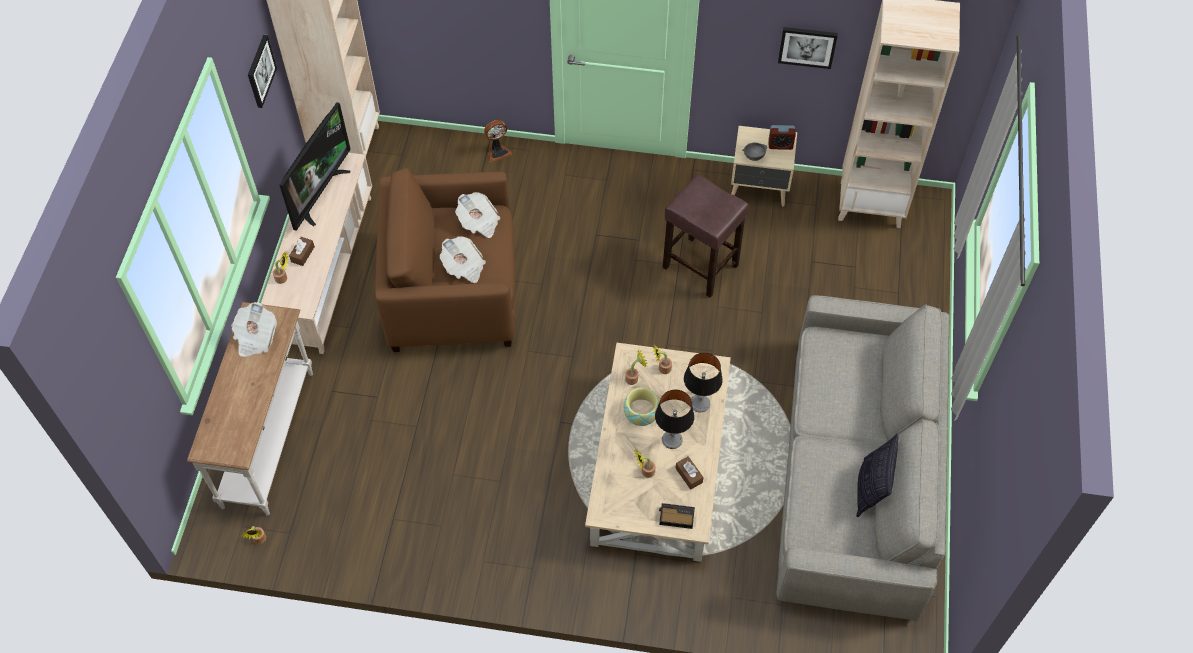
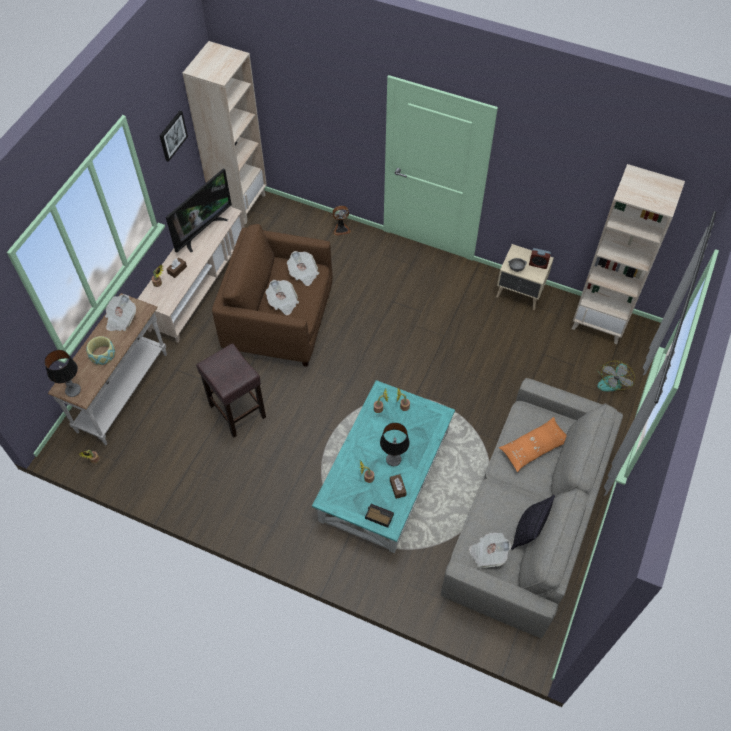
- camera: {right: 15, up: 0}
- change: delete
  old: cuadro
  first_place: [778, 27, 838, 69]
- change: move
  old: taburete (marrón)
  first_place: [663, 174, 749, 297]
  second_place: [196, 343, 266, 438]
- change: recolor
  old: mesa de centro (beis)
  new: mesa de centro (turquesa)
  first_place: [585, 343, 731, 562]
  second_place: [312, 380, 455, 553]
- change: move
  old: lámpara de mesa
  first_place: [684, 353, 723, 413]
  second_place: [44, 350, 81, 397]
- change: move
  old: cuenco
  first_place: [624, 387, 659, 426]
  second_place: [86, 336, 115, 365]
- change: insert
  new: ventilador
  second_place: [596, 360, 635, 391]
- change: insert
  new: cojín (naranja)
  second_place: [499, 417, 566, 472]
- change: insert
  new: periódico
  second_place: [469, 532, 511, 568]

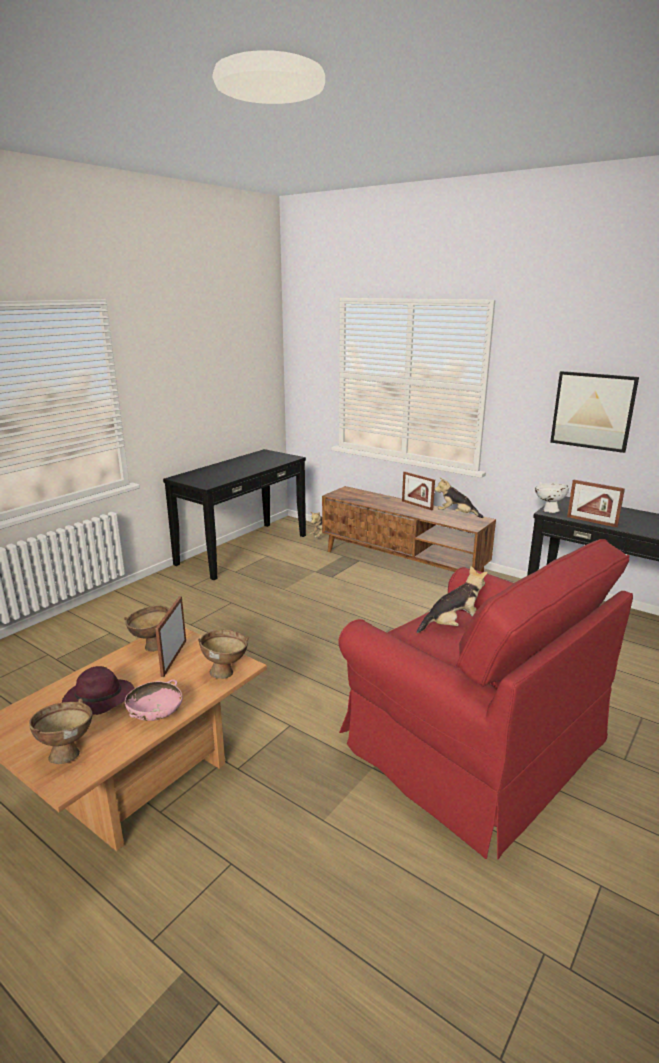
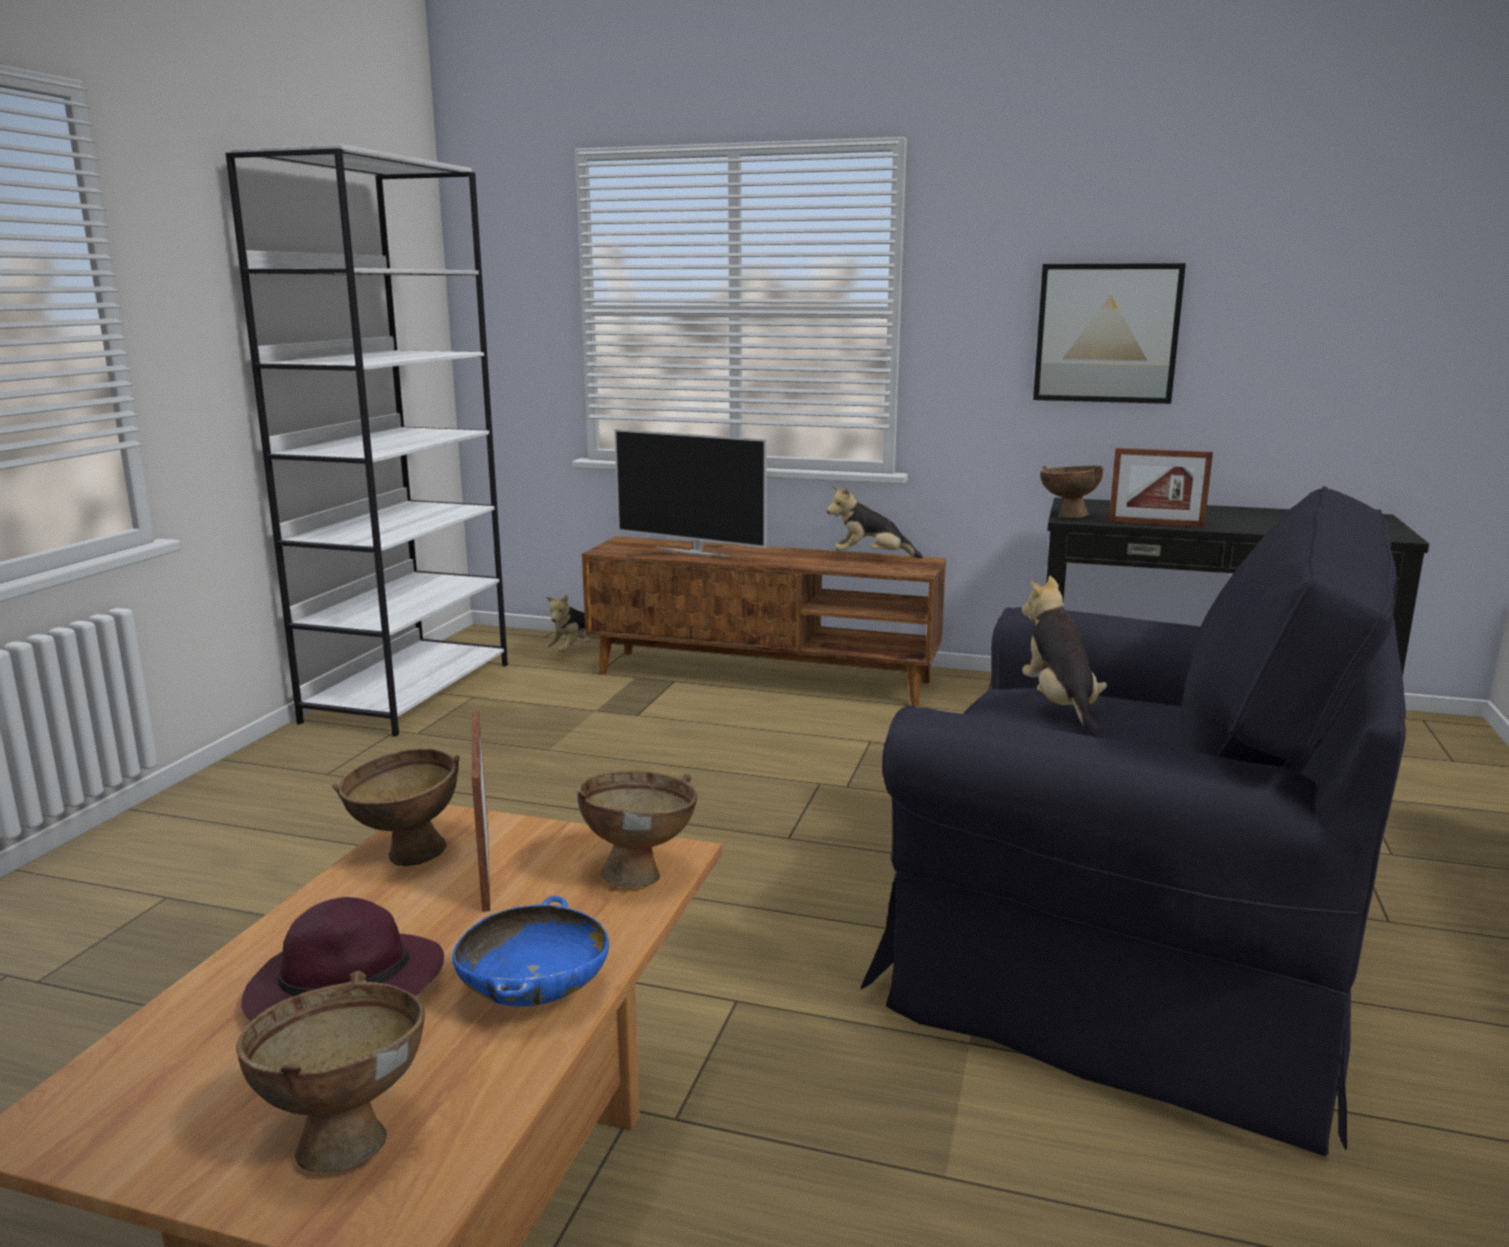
- camera: {right: -20, up: -5}
- change: replace
  old: mesa consola (negro)
  new: estantería (blanco)
  first_place: [163, 449, 306, 580]
  second_place: [225, 145, 508, 737]
- change: delete
  old: portarretratos
  first_place: [402, 471, 435, 510]
- change: recolor
  old: cuenco (blanco)
  new: cuenco (marrón)
  first_place: [535, 482, 569, 513]
  second_place: [1040, 465, 1103, 518]
- change: recolor
  old: sillón (rojo)
  new: sillón (negro)
  first_place: [338, 539, 633, 860]
  second_place: [861, 486, 1406, 1156]
- change: rotate
  old: peluche
  first_place: [417, 566, 488, 633]
  second_place: [1022, 576, 1107, 738]
  degrees: -60
- change: recolor
  old: cuenco (rosa)
  new: cuenco (azul)
  first_place: [125, 679, 183, 721]
  second_place: [452, 896, 609, 1006]
- change: insert
  new: televisor
  second_place: [614, 429, 767, 557]

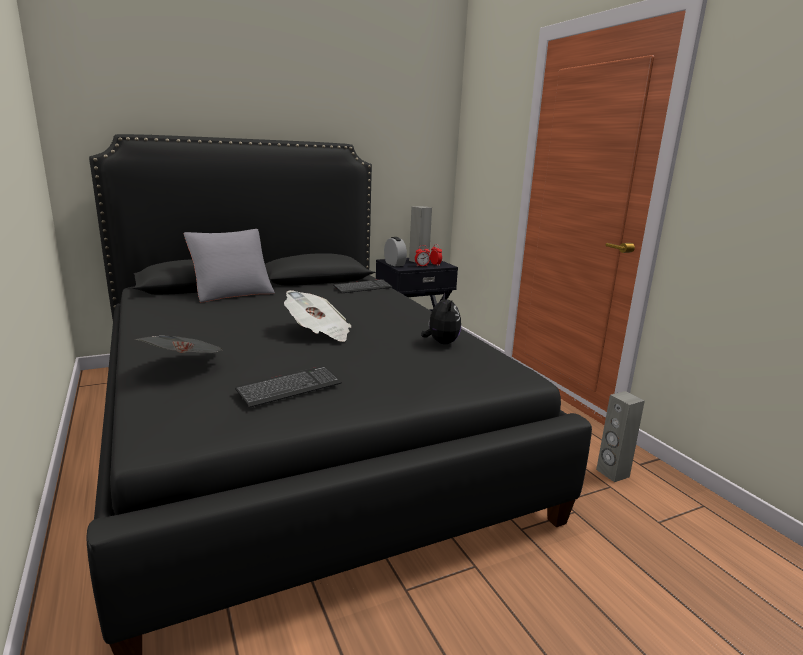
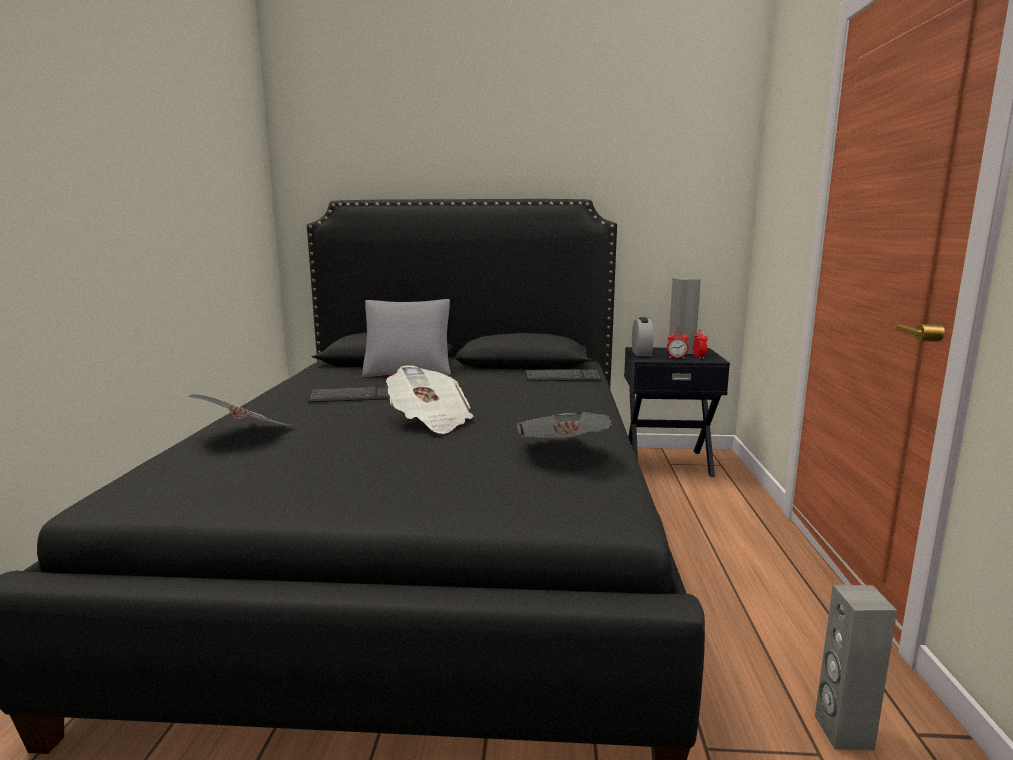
- camera: {right: 30, up: -5}
- change: replace
  old: peluche
  new: periódico
  first_place: [421, 293, 461, 344]
  second_place: [515, 412, 613, 438]
- change: move
  old: teclado
  first_place: [235, 366, 342, 408]
  second_place: [308, 386, 390, 402]

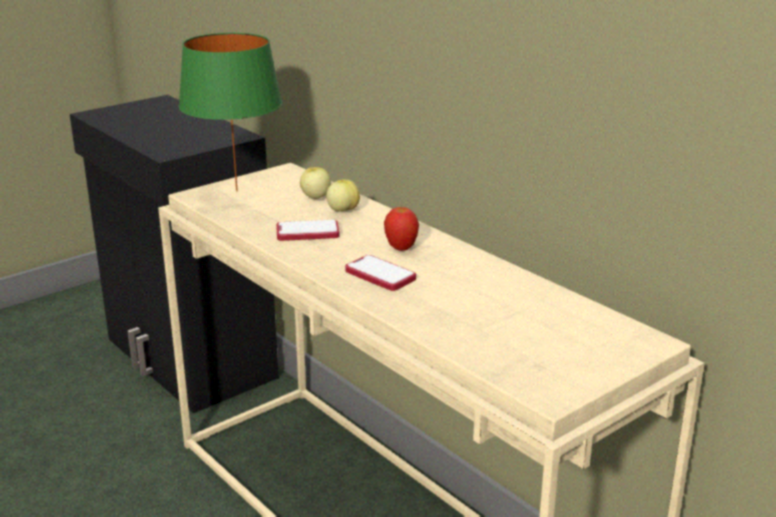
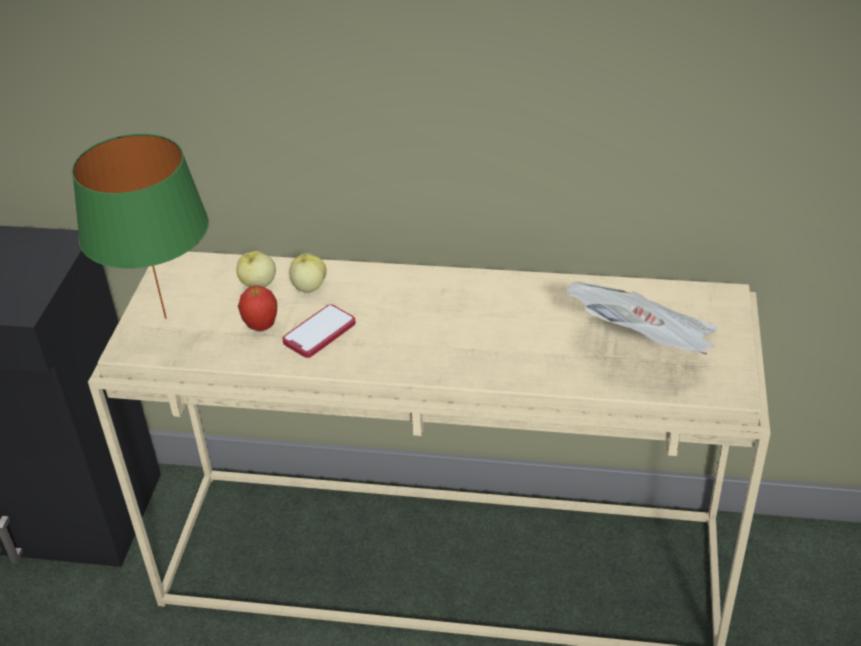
- camera: {right: -40, up: 15}
- change: move
  old: manzana
  first_place: [384, 207, 419, 251]
  second_place: [238, 286, 277, 331]
- change: delete
  old: móvil
  first_place: [345, 255, 416, 291]
- change: insert
  new: periódico
  second_place: [567, 281, 717, 355]

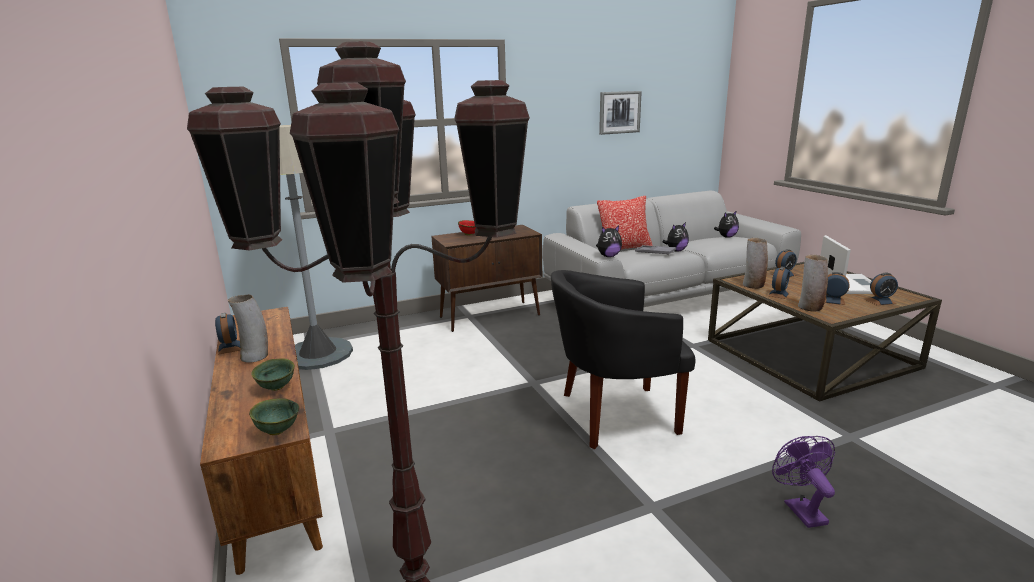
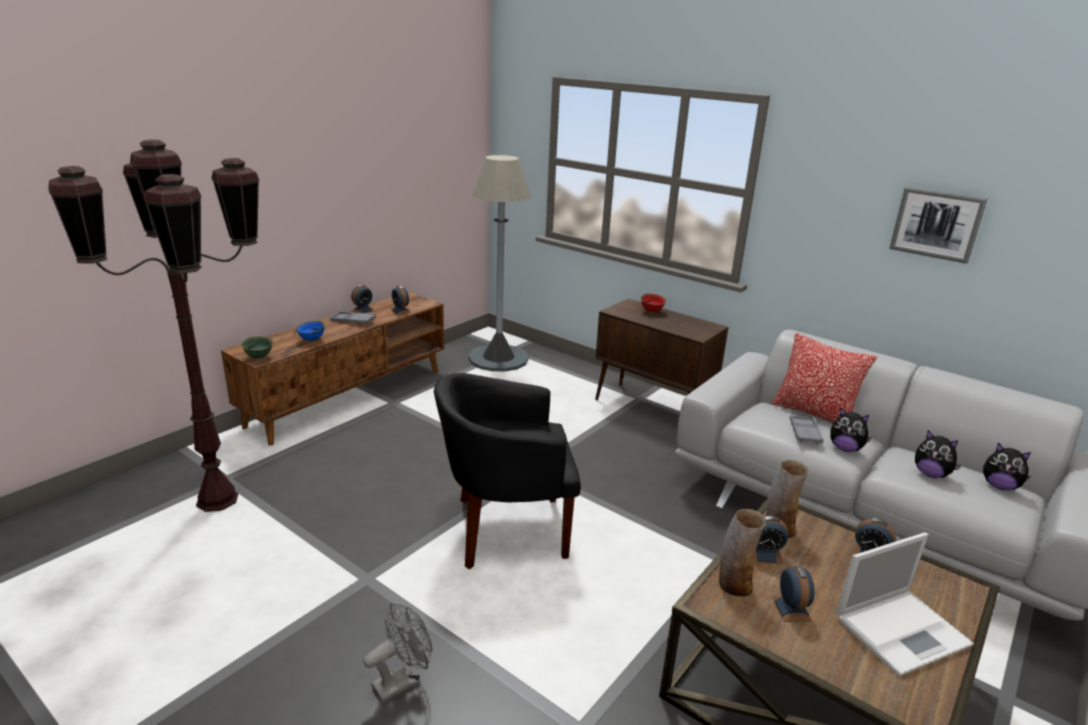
- camera: {right: 60, up: 5}
- change: move
  old: peluche
  first_place: [596, 226, 622, 257]
  second_place: [915, 430, 962, 478]
- change: rotate
  old: sillón (negro)
  first_place: [551, 270, 696, 449]
  second_place: [434, 373, 581, 570]
  degrees: -60
- change: move
  old: despertador
  first_place: [865, 273, 898, 305]
  second_place: [391, 286, 412, 315]
- change: replace
  old: florero
  new: bandeja (gris)
  first_place: [228, 294, 268, 363]
  second_place: [329, 311, 376, 324]
- change: recolor
  old: cuenco (verde)
  new: cuenco (azul)
  first_place: [251, 358, 295, 391]
  second_place: [296, 321, 325, 342]
- change: recolor
  old: ventilador (morado)
  new: ventilador (gris)
  first_place: [772, 436, 835, 528]
  second_place: [363, 603, 432, 703]

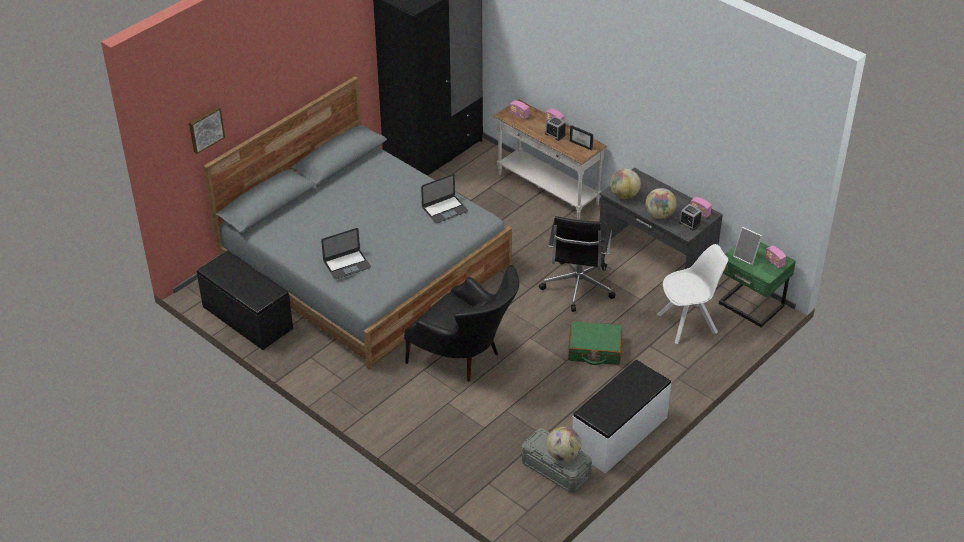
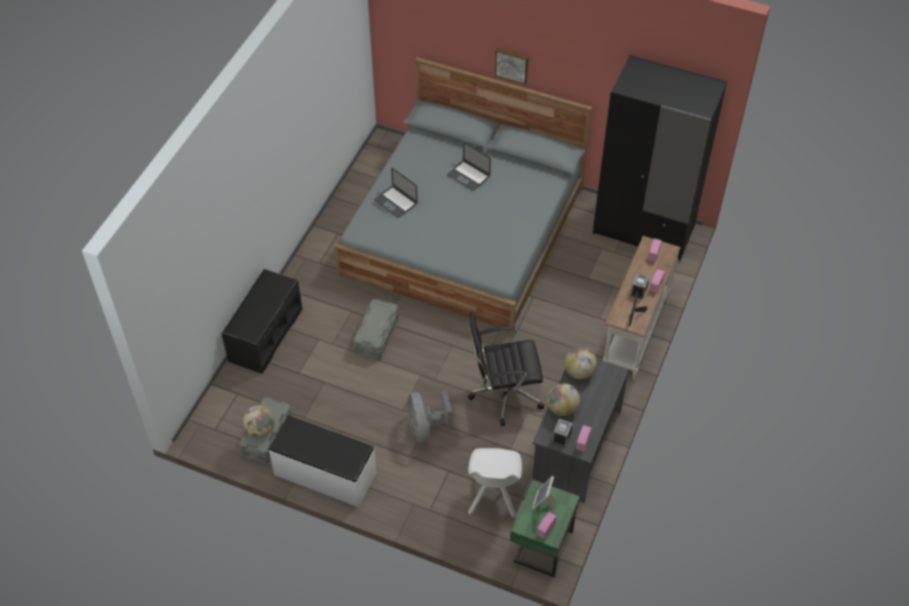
- camera: {right: 70, up: 10}
- change: move
  old: cuadro
  first_place: [189, 106, 225, 154]
  second_place: [495, 48, 528, 85]
- change: move
  old: portátil
  first_place: [421, 174, 469, 223]
  second_place: [447, 142, 491, 191]
- change: rotate
  old: silla (blanco)
  first_place: [657, 244, 728, 344]
  second_place: [468, 448, 522, 518]
  degrees: 45
- change: move
  old: banco (negro)
  first_place: [197, 250, 293, 350]
  second_place: [222, 269, 303, 374]
- change: replace
  old: sillón (negro)
  new: caja de almacenaje (gris)
  first_place: [404, 265, 519, 382]
  second_place: [353, 299, 399, 360]
- change: replace
  old: maleta (verde)
  new: ventilador (gris)
  first_place: [568, 321, 622, 365]
  second_place: [407, 391, 452, 443]

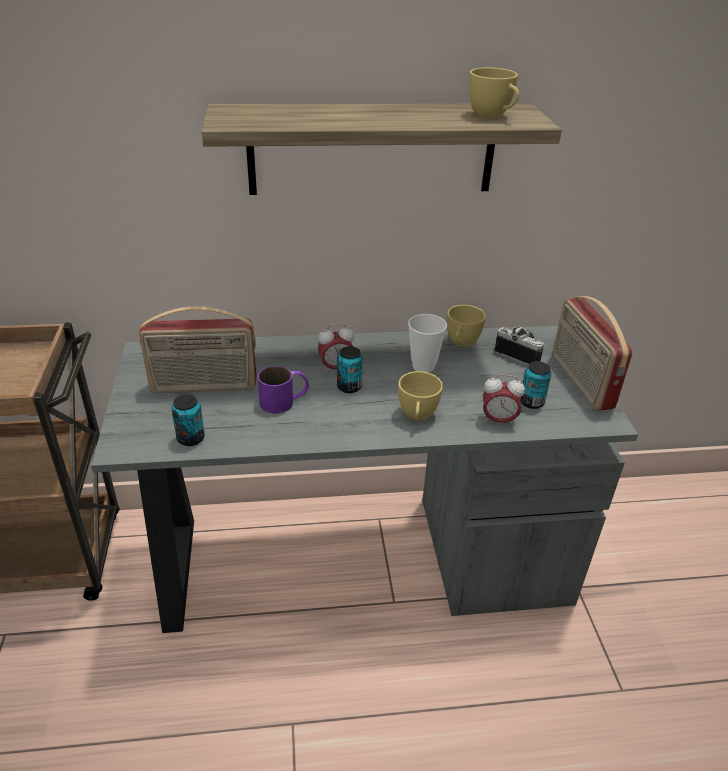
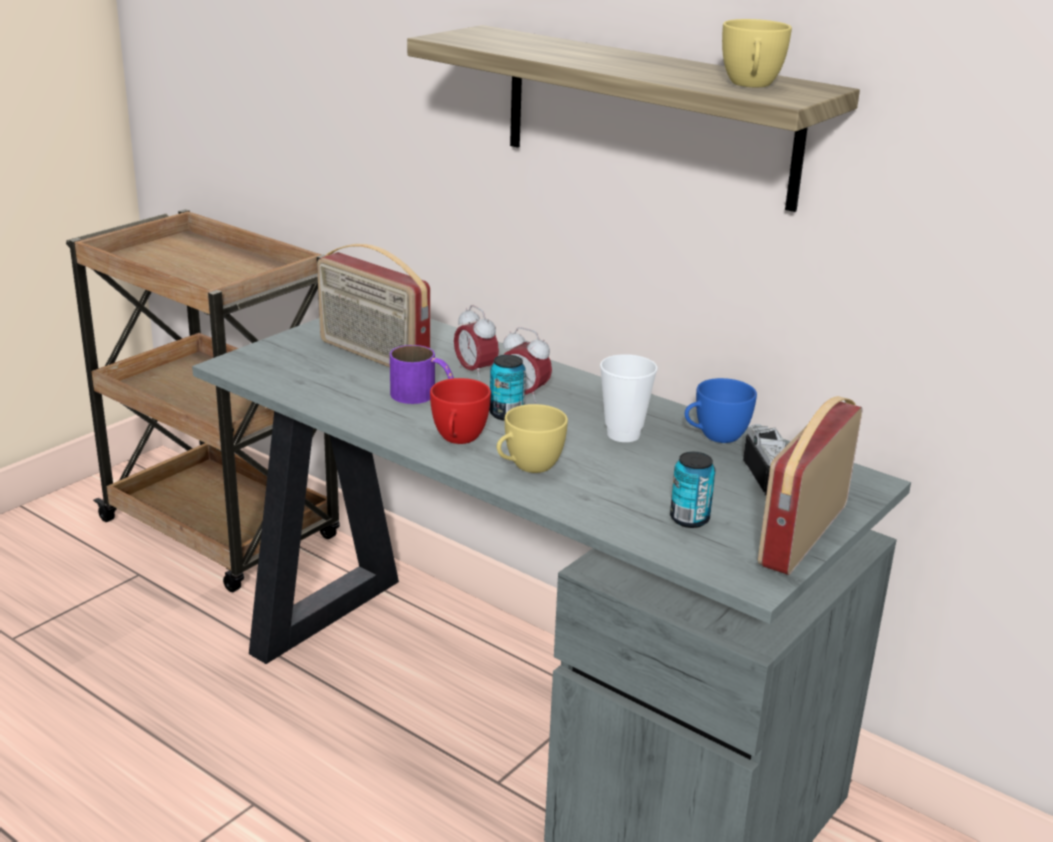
- camera: {right: 45, up: -10}
- change: recolor
  old: taza (amarillo)
  new: taza (azul)
  first_place: [447, 305, 486, 347]
  second_place: [685, 378, 757, 443]
- change: move
  old: despertador
  first_place: [483, 374, 525, 426]
  second_place: [454, 305, 499, 380]
- change: delete
  old: lata
  first_place: [171, 395, 205, 446]
- change: insert
  new: taza (rojo)
  second_place: [430, 378, 491, 444]

